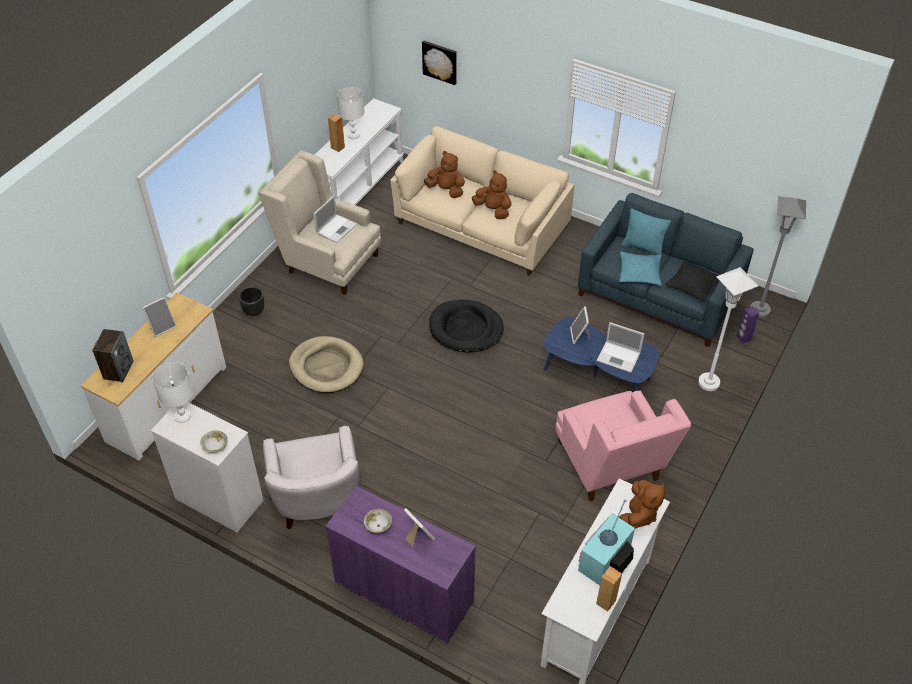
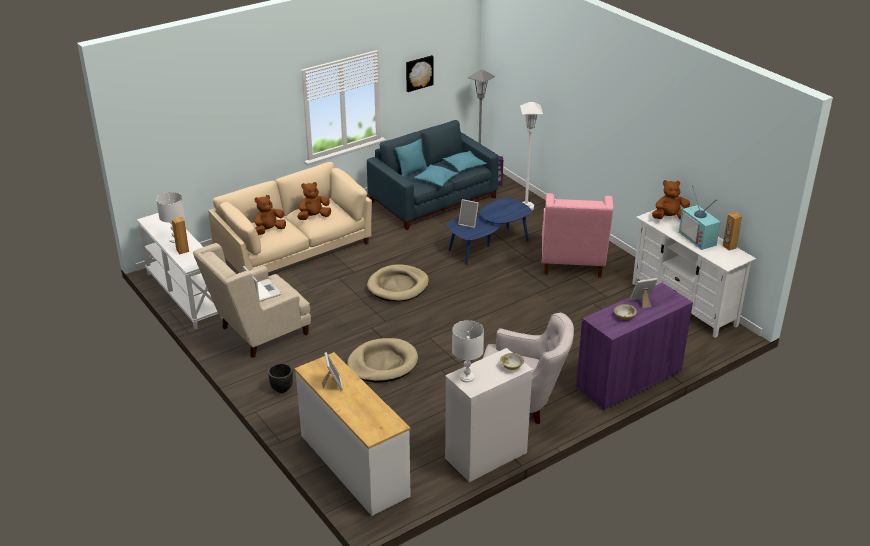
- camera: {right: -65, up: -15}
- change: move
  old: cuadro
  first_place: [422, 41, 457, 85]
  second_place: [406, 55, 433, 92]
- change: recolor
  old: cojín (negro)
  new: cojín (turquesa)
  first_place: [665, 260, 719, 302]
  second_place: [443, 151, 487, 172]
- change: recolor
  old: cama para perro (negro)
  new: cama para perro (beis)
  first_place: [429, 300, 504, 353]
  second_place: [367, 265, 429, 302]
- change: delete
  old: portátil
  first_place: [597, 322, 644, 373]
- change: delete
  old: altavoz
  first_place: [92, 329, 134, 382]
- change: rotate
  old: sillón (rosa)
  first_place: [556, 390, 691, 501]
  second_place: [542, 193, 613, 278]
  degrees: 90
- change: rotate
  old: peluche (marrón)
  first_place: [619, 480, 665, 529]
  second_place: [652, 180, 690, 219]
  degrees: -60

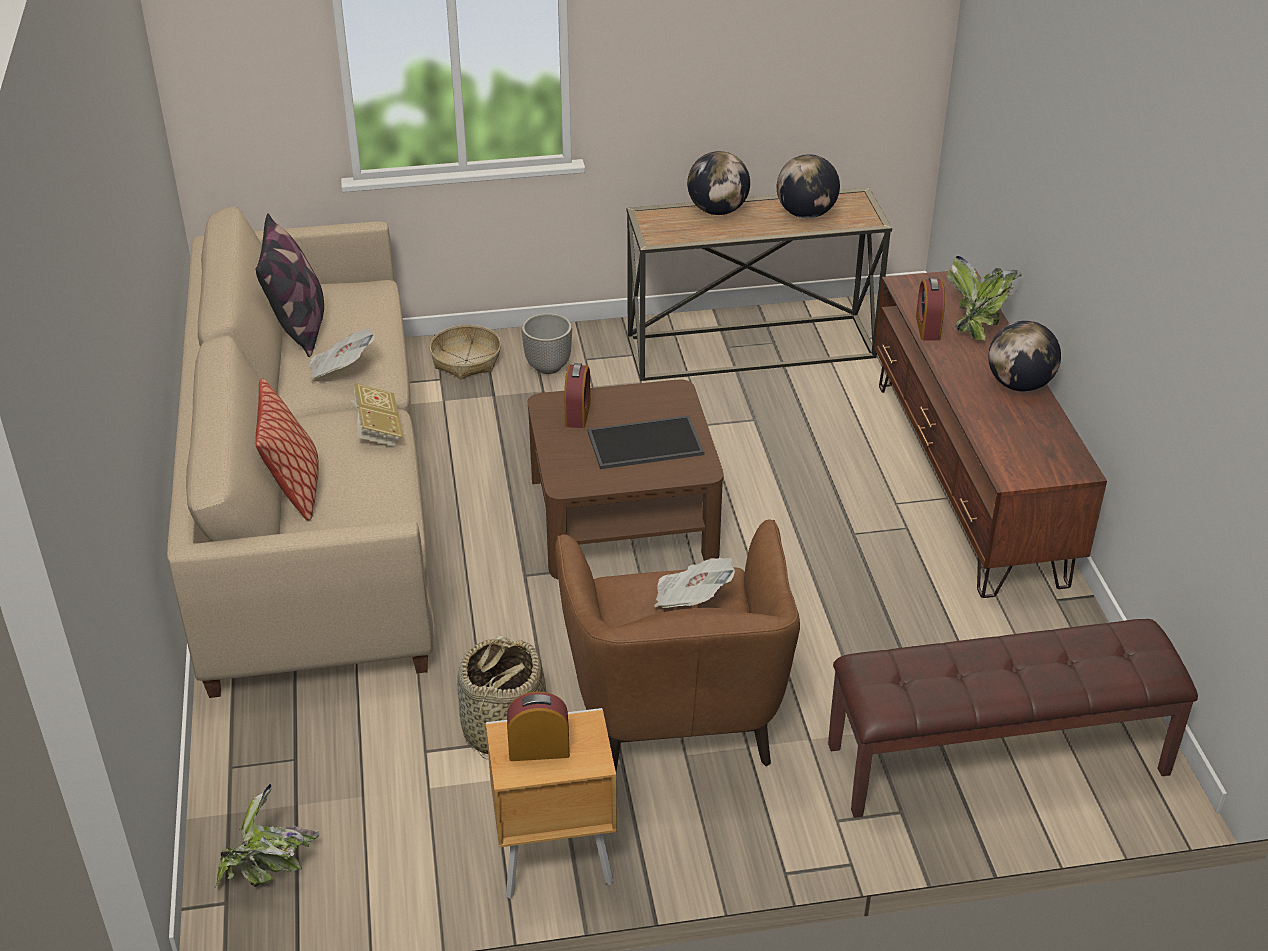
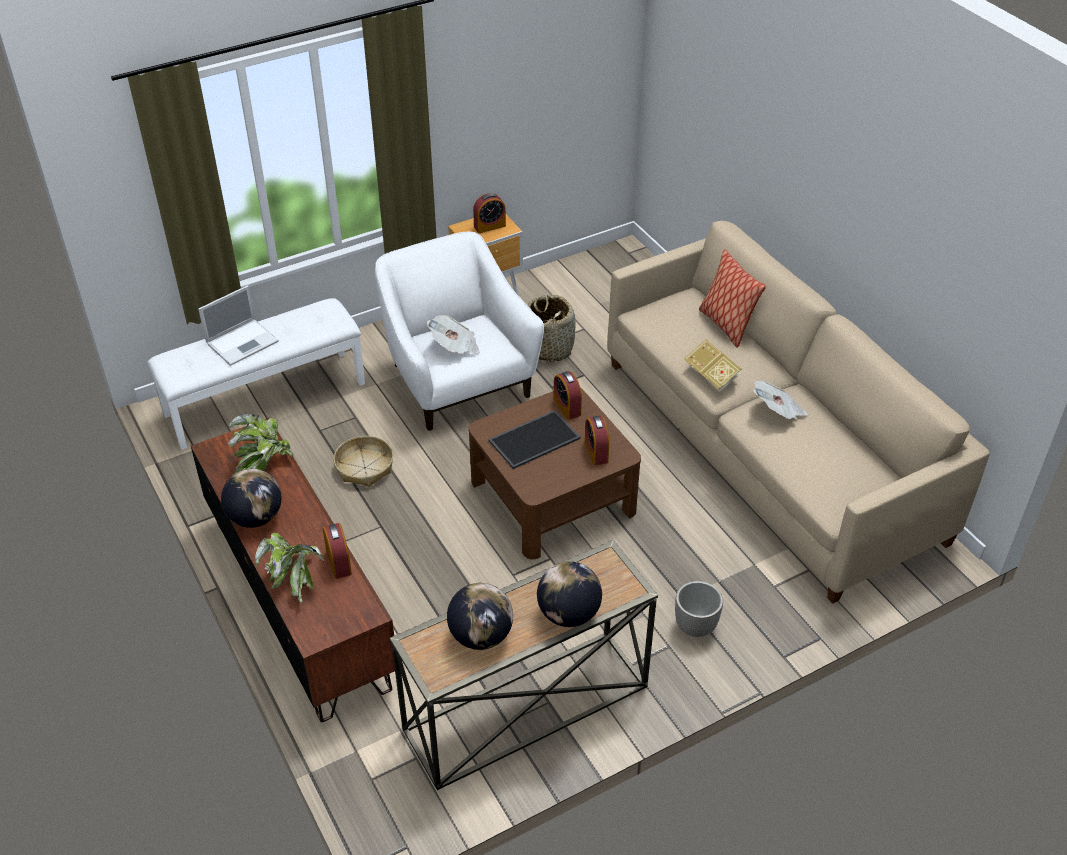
- camera: {right: 160, up: 5}
- change: delete
  old: cojín
  first_place: [255, 213, 324, 357]
- change: move
  old: cesta
  first_place: [429, 325, 501, 379]
  second_place: [334, 436, 393, 487]
- change: recolor
  old: sillón (marrón)
  new: sillón (blanco)
  first_place: [555, 519, 800, 771]
  second_place: [375, 232, 544, 431]
- change: recolor
  old: banco (marrón)
  new: banco (blanco)
  first_place: [828, 619, 1198, 818]
  second_place: [147, 298, 365, 450]
- change: move
  old: planta en maceta
  first_place: [215, 784, 319, 887]
  second_place: [228, 413, 293, 475]
- change: insert
  new: portátil
  second_place: [198, 285, 279, 366]
- change: insert
  new: despertador
  second_place: [554, 371, 582, 420]

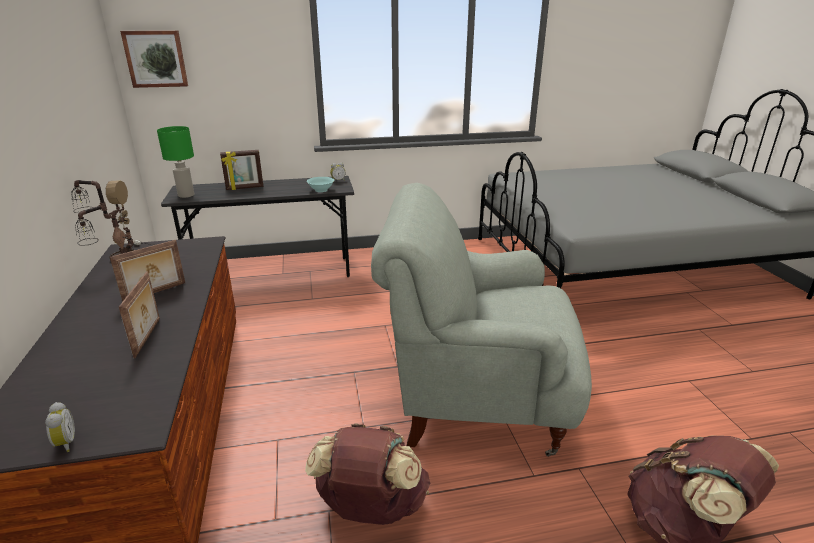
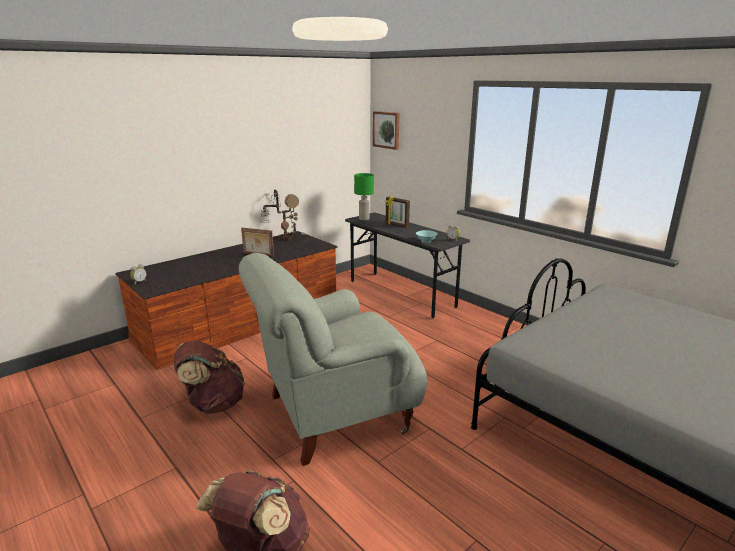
- camera: {right: 60, up: -5}
- change: rotate
  old: sillón (gris)
  first_place: [371, 183, 592, 456]
  second_place: [239, 253, 427, 466]
  degrees: -90
- change: delete
  old: portarretratos
  first_place: [119, 272, 160, 358]

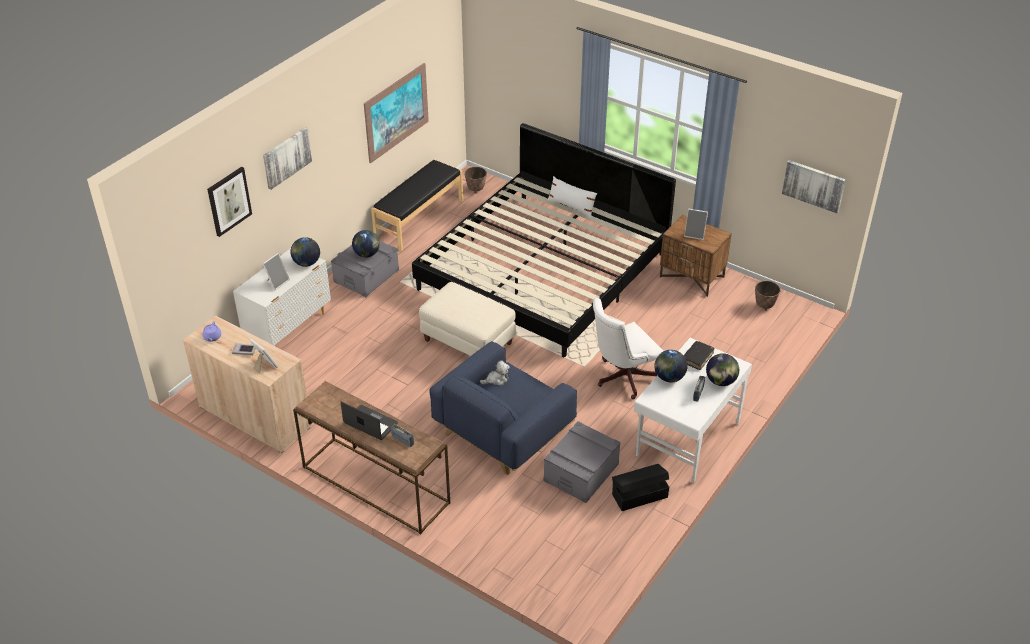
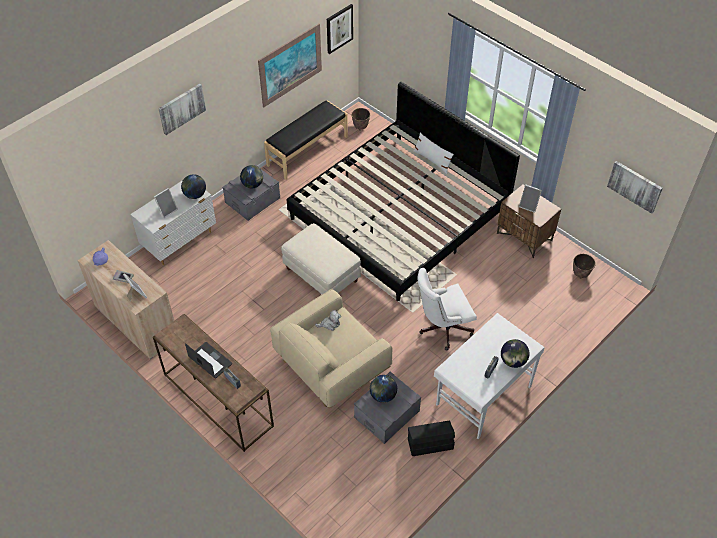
- camera: {right: 10, up: 10}
- change: move
  old: cuadro
  first_place: [207, 167, 252, 237]
  second_place: [327, 4, 353, 54]
- change: recolor
  old: sillón (azul)
  new: sillón (beis)
  first_place: [429, 341, 577, 475]
  second_place: [270, 289, 393, 408]
- change: delete
  old: libro (negro)
  first_place: [684, 341, 715, 370]
- change: move
  old: globo terráqueo
  first_place: [654, 350, 688, 382]
  second_place: [370, 375, 397, 403]

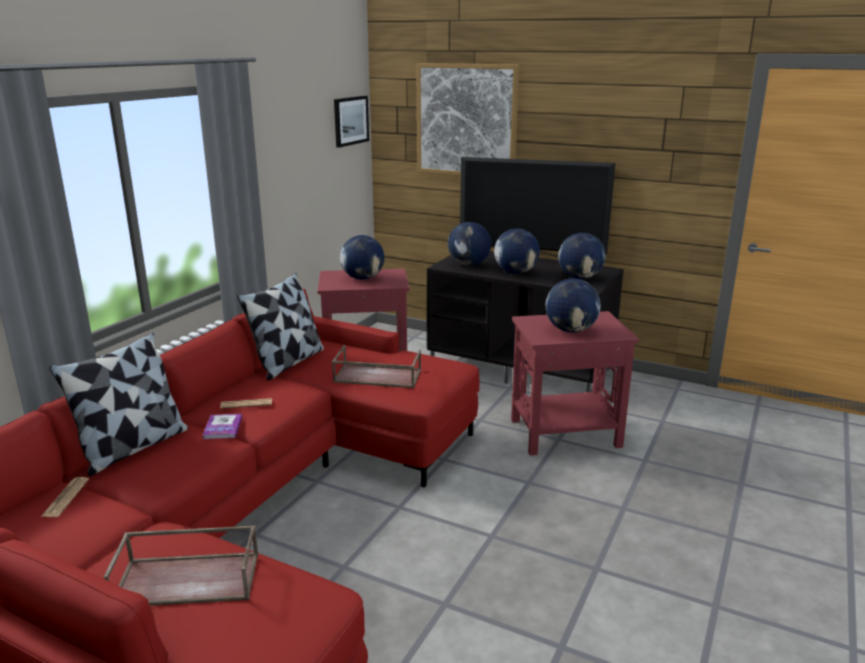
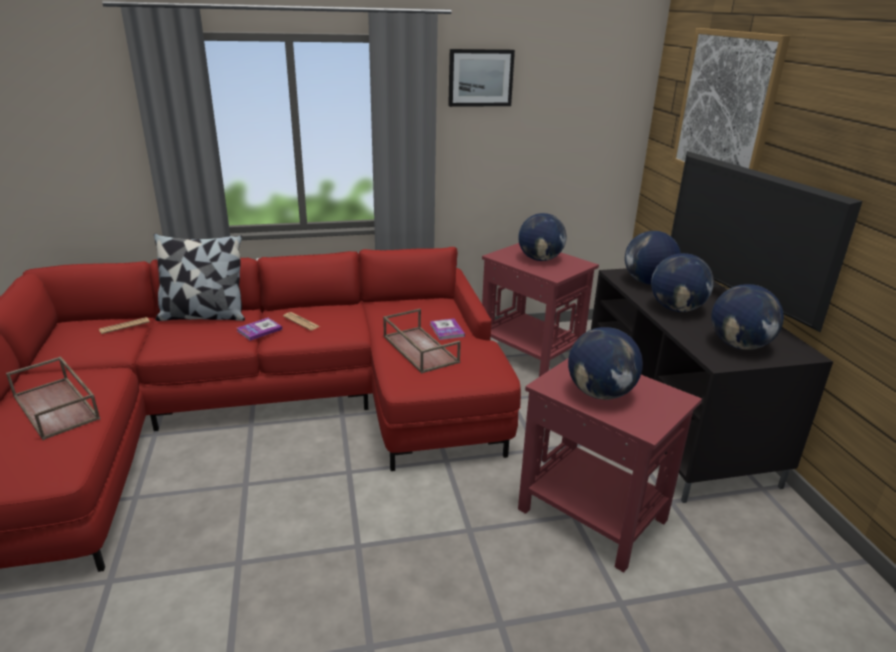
- camera: {right: 50, up: 5}
- change: move
  old: cuadro
  first_place: [334, 96, 369, 148]
  second_place: [448, 49, 515, 107]
- change: delete
  old: cojín
  first_place: [237, 273, 324, 381]
- change: insert
  new: libro
  second_place: [430, 318, 465, 340]

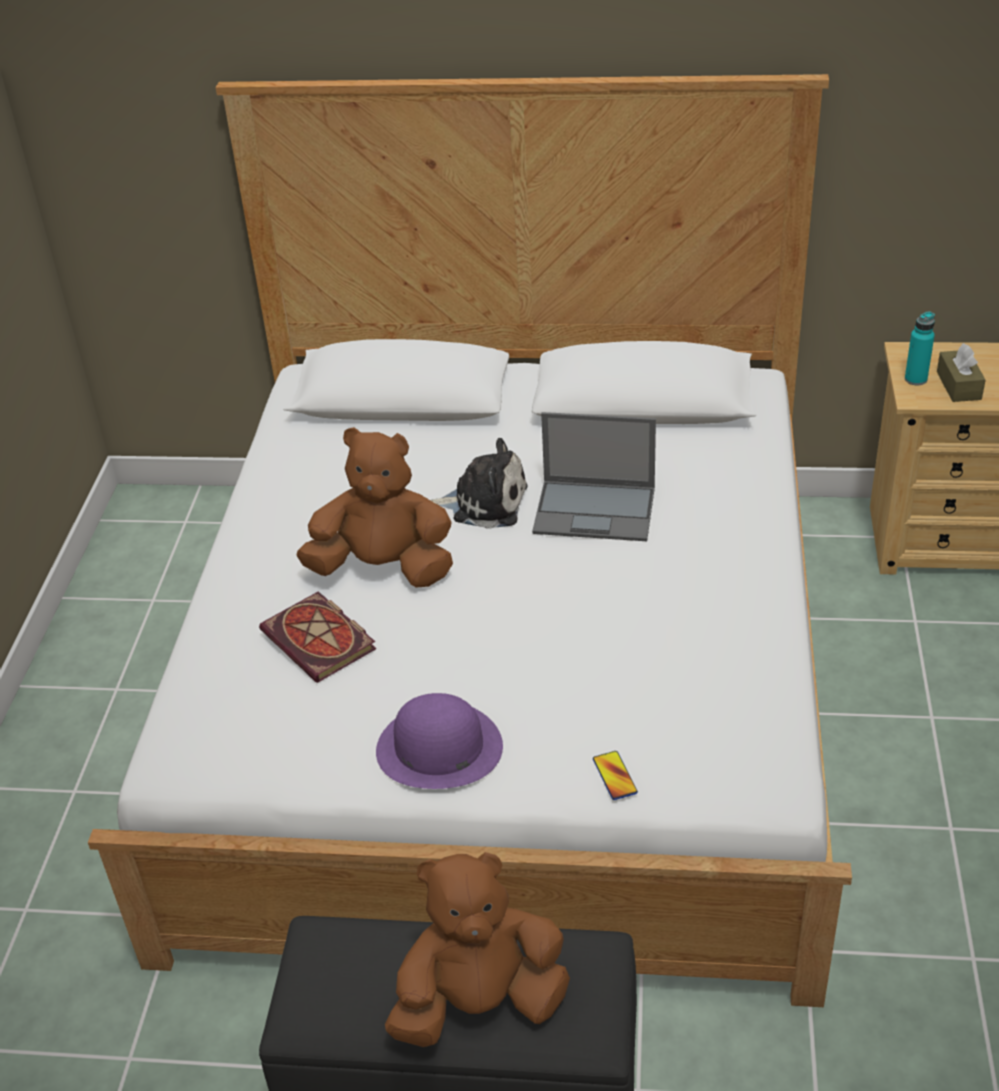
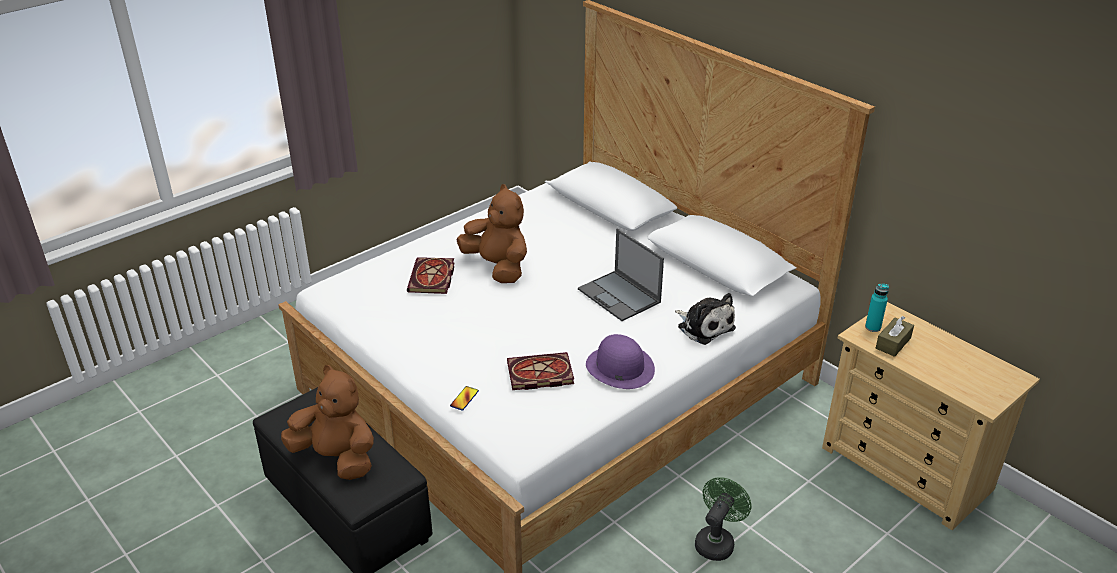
- camera: {right: 40, up: -5}
- change: move
  old: peluche
  first_place: [430, 438, 528, 528]
  second_place: [675, 293, 736, 345]
- change: move
  old: sombrero (morado)
  first_place: [376, 693, 503, 789]
  second_place: [586, 334, 655, 389]
- change: insert
  new: libro
  second_place: [507, 352, 574, 390]
- change: insert
  new: ventilador (verde)
  second_place: [695, 477, 752, 561]

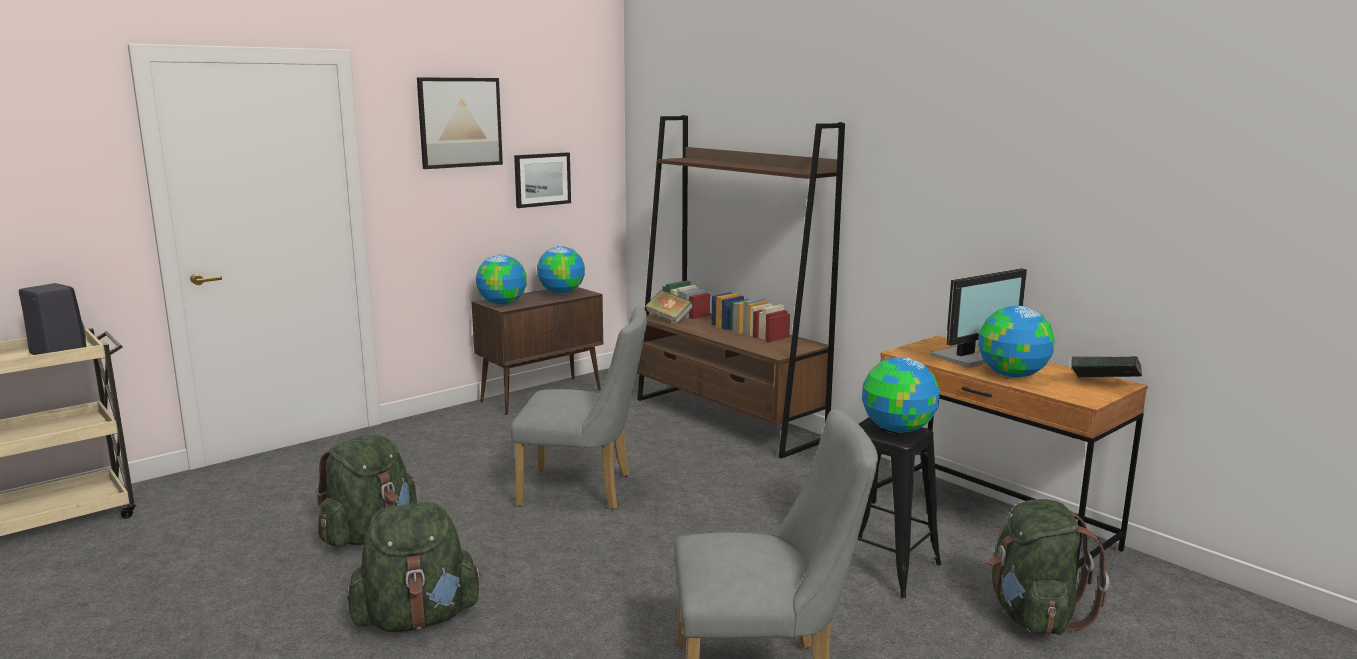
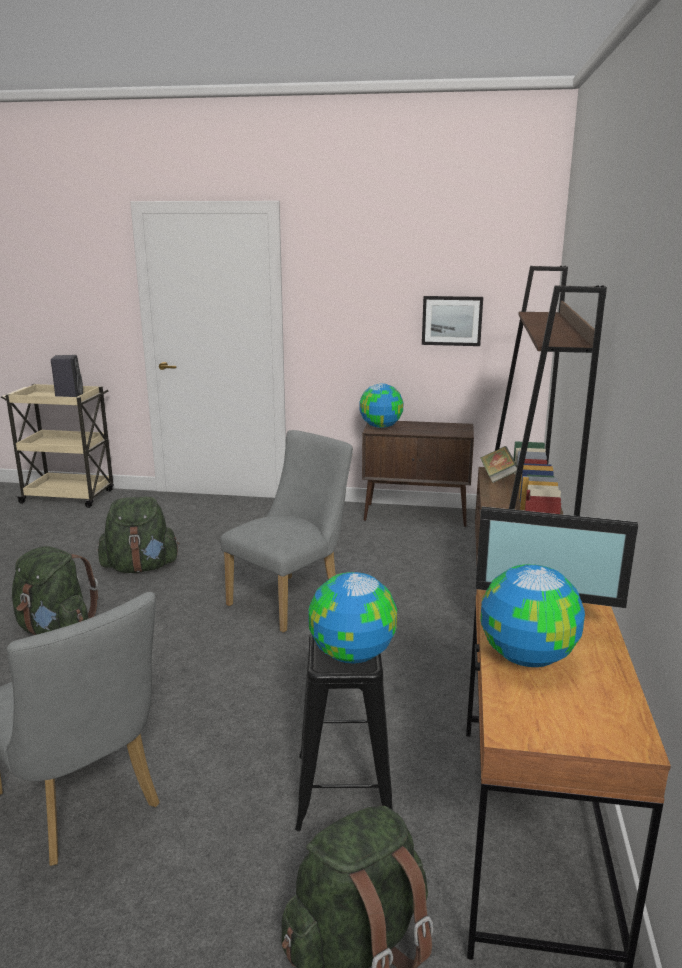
- camera: {right: 50, up: 5}
- change: delete
  old: cuadro
  first_place: [417, 77, 503, 169]
- change: delete
  old: globo terráqueo
  first_place: [537, 246, 585, 294]
- change: rotate
  old: silla (gris)
  first_place: [511, 306, 647, 510]
  second_place: [220, 430, 353, 633]
  degrees: -105
- change: delete
  old: libro
  first_place: [1071, 356, 1142, 378]

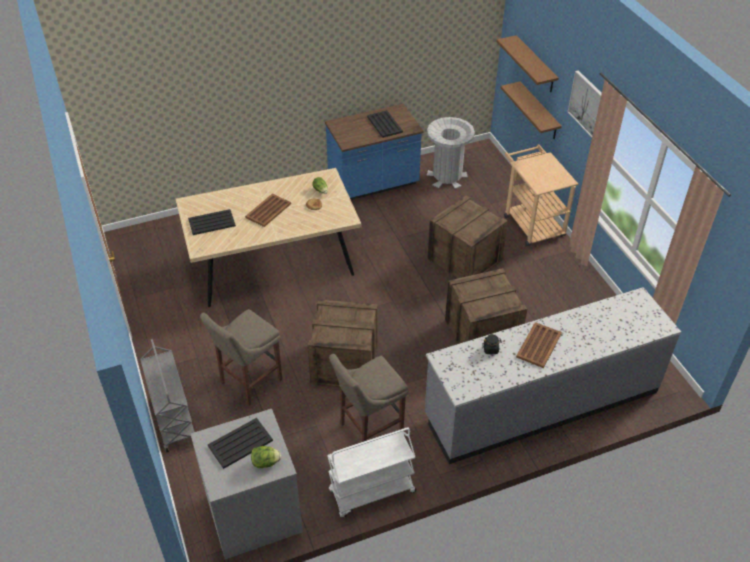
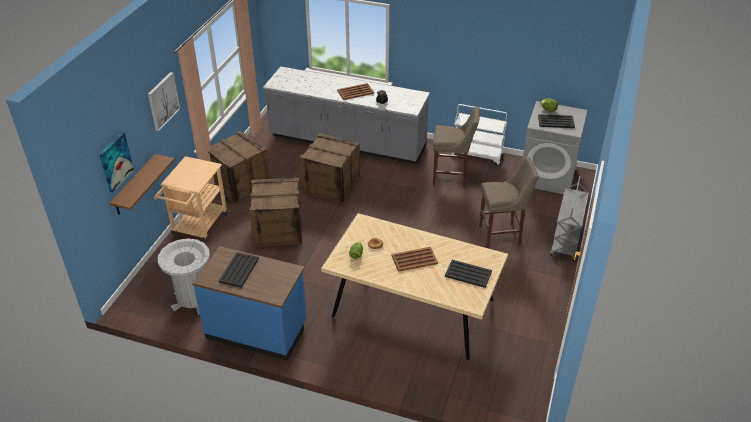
- camera: {right: -140, up: -5}
- change: replace
  old: estante (marrón)
  new: cuadro
  first_place: [496, 35, 559, 92]
  second_place: [99, 132, 134, 192]
- change: move
  old: caja de embalaje
  first_place: [308, 299, 378, 387]
  second_place: [208, 131, 270, 203]

